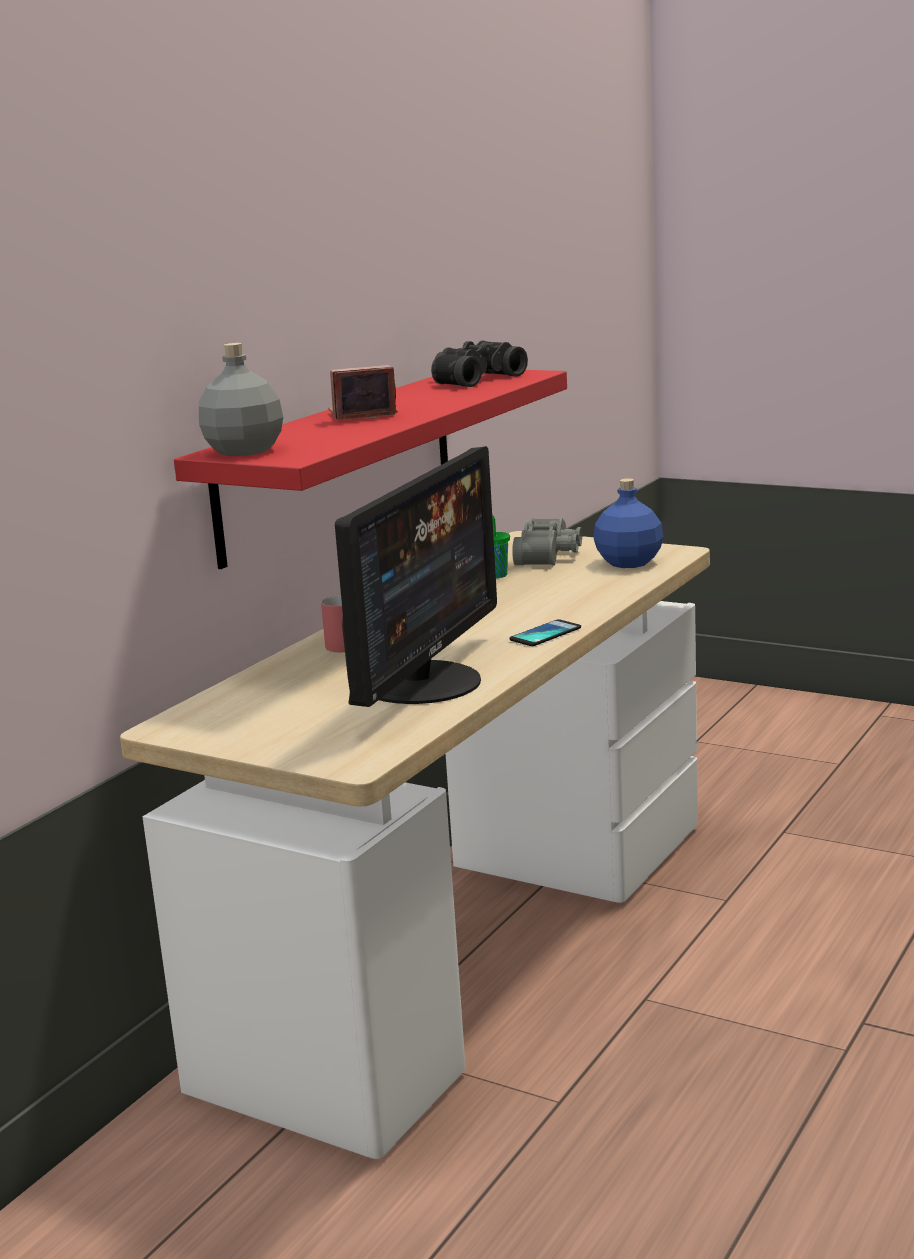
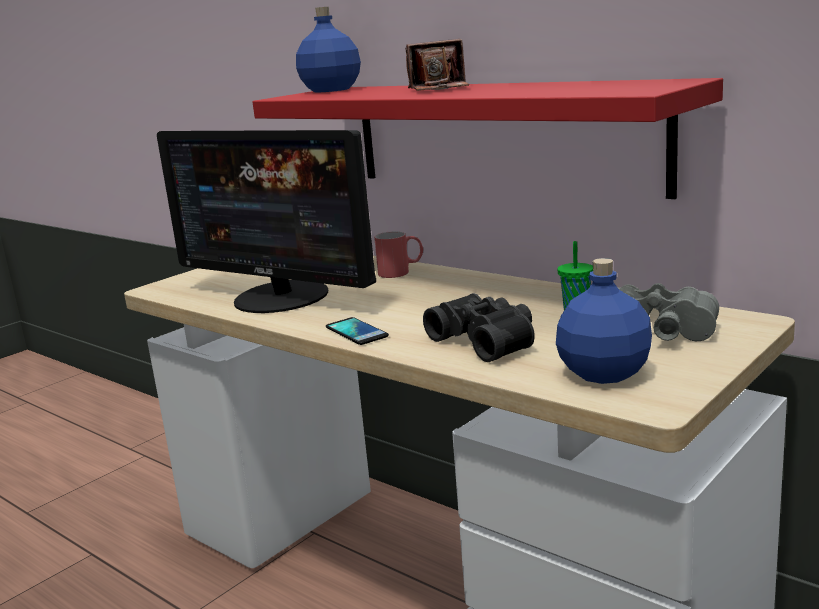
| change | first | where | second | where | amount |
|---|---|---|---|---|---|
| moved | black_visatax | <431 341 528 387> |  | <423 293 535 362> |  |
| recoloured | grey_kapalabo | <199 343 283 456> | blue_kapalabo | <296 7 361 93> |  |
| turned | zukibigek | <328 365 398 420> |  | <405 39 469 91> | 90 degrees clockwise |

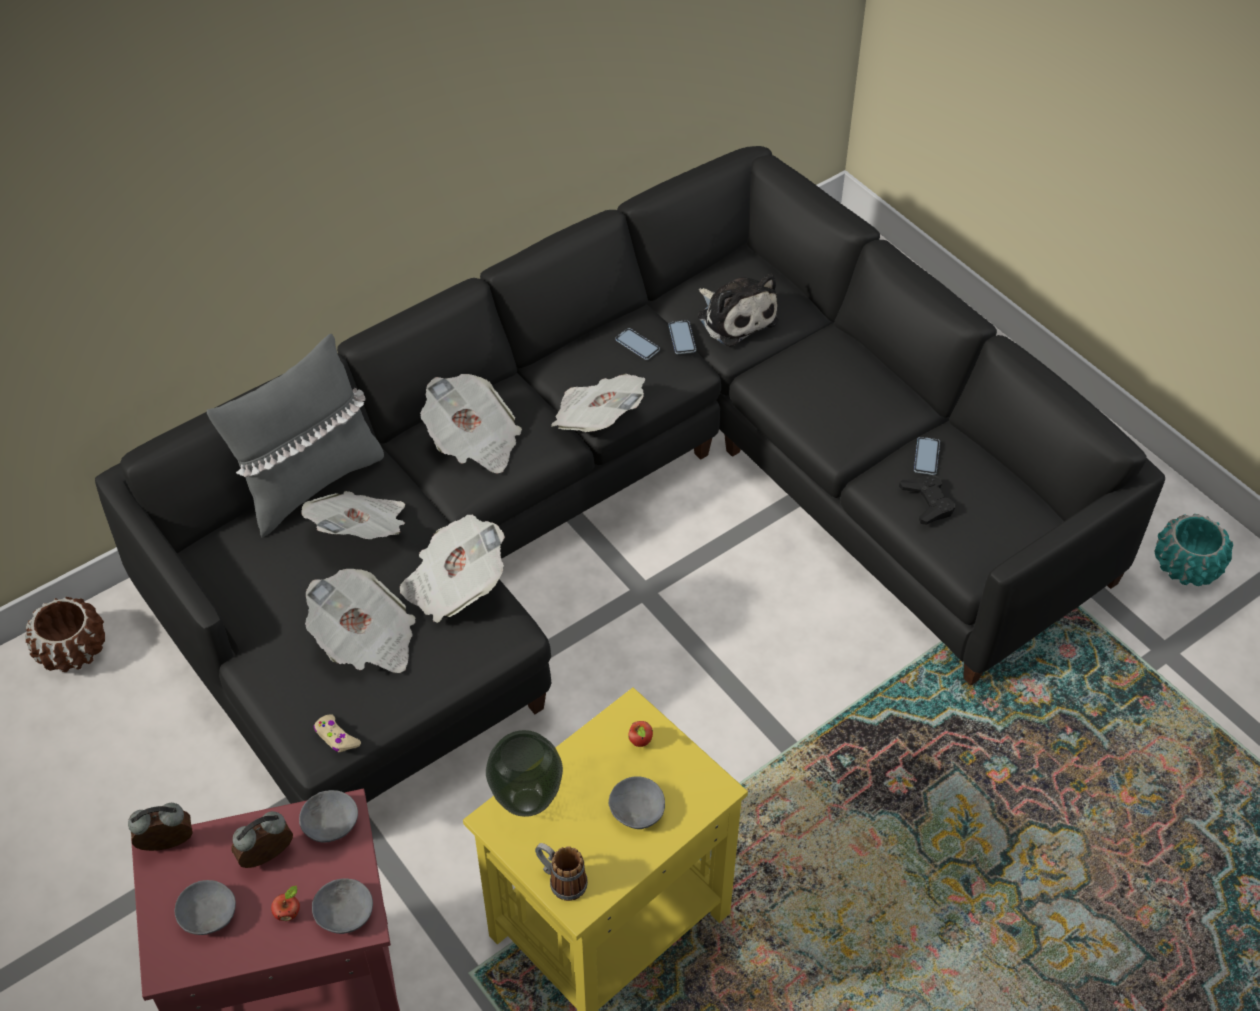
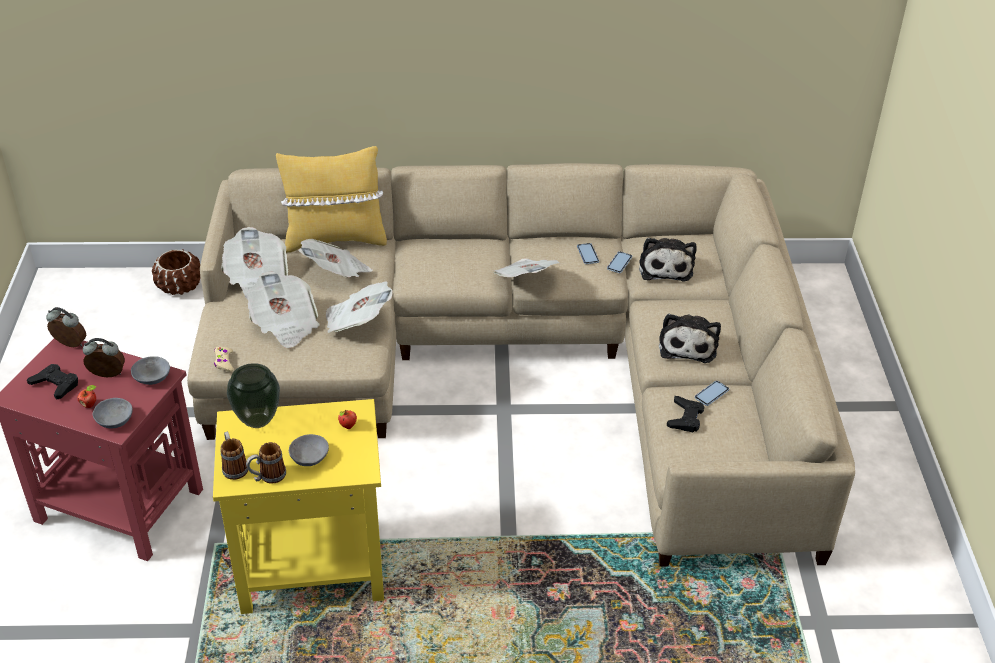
| change | first | where | second | where | amount |
|---|---|---|---|---|---|
| recoloured | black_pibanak | <95 146 1165 804> | beige_pibanak | <187 163 855 567> |  |
| recoloured | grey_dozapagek | <207 334 384 538> | yellow_dozapagek | <276 146 387 253> |  |
| moved | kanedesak | <420 374 522 473> |  | <221 227 288 300> |  |
| removed | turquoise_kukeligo | <1154 514 1233 586> |  |  |  |
| replaced | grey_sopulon | <175 880 236 935> | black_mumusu | <27 364 78 399> |  |
| added |  |  | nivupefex | <659 314 721 363> |  |
| added |  |  | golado | <246 442 286 484> |  |

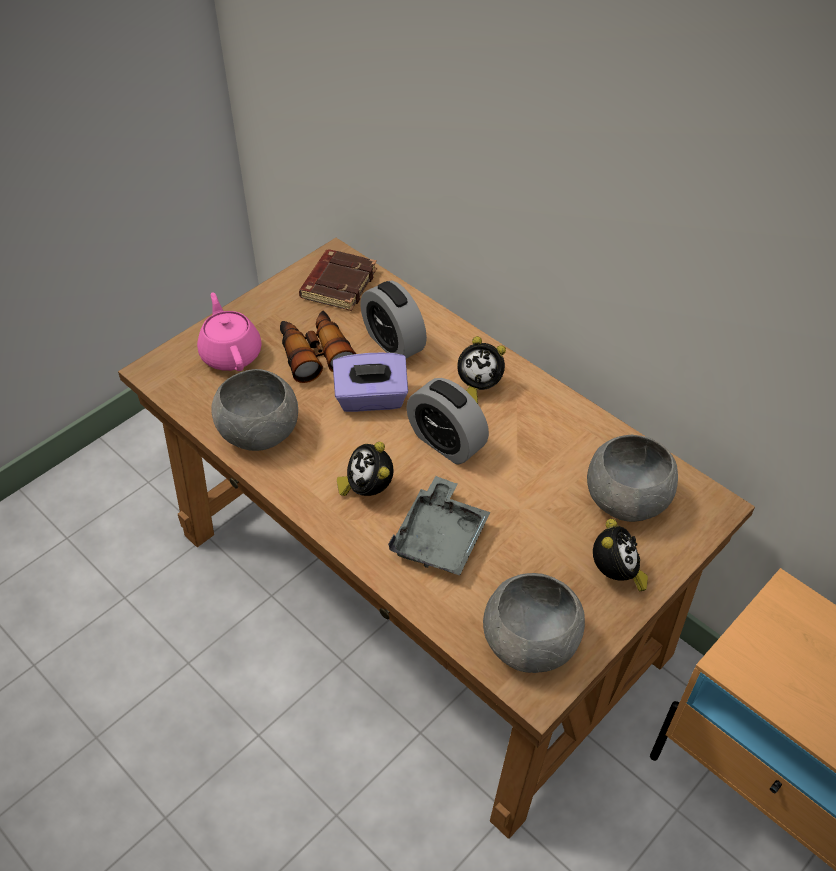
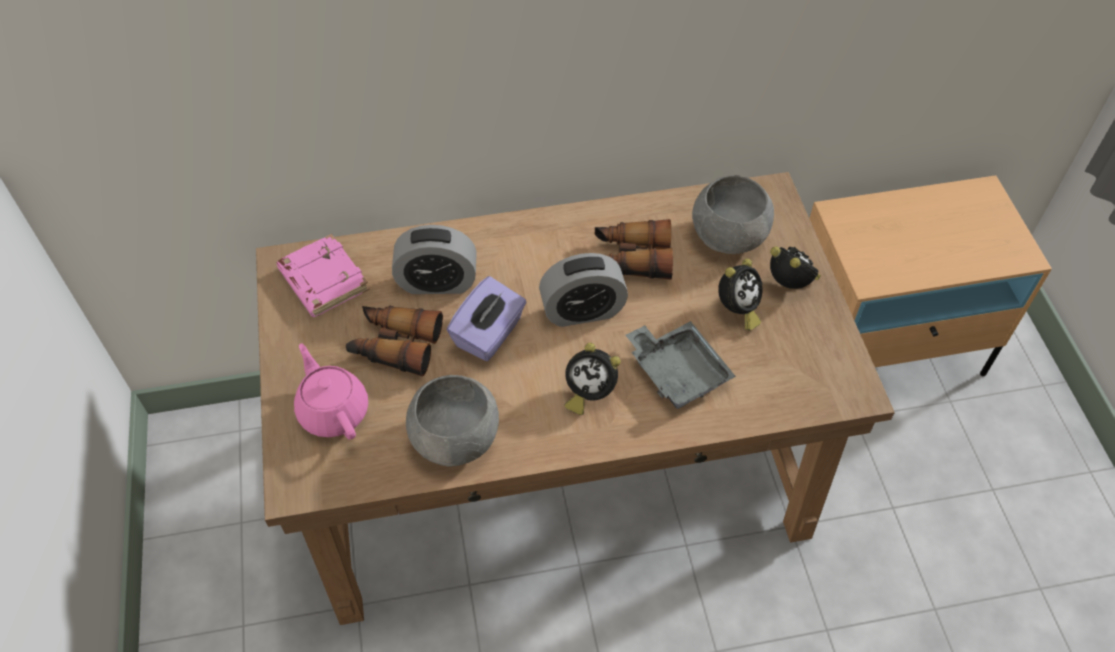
| change | first | where | second | where | amount |
|---|---|---|---|---|---|
| recoloured | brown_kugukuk | <299 250 377 311> | pink_kugukuk | <276 234 370 317> |  |
| turned | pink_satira | <197 292 262 371> |  | <294 344 368 440> | 45 degrees clockwise |
| moved | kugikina | <457 336 506 404> |  | <718 258 762 330> |  |
| removed | grey_sopulon | <483 573 585 673> |  |  |  |
| added |  |  | visatax | <595 219 673 280> |  |

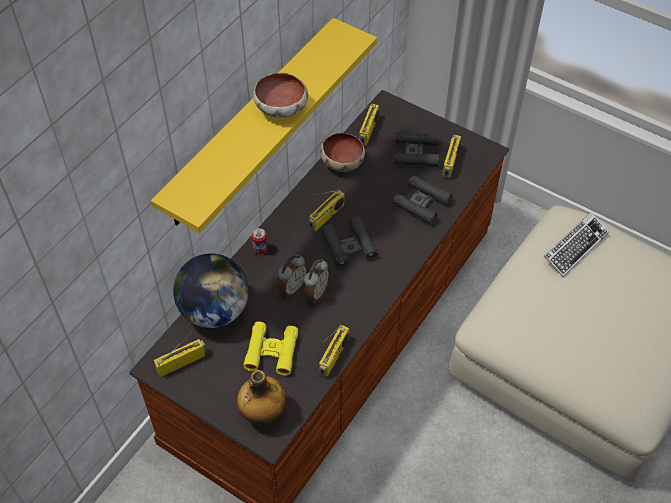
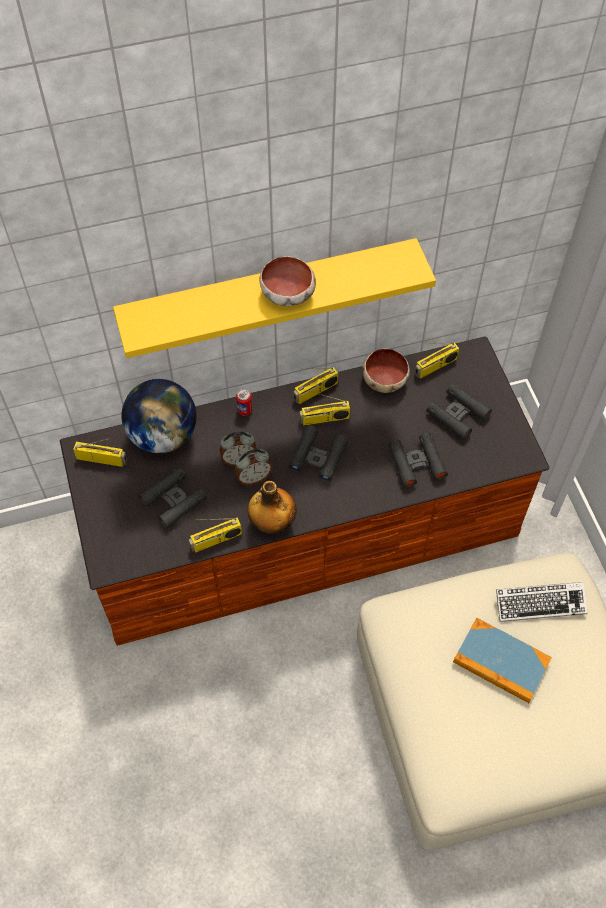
| change | first | where | second | where | amount |
|---|---|---|---|---|---|
| moved | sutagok | <442 134 461 178> |  | <293 367 338 404> |  |
| recoloured | yellow_visatax | <243 322 298 376> | black_visatax | <138 467 207 529> |  |
| moved | kapalabo | <237 370 287 424> |  | <248 481 297 534> |  |
| added |  |  | kugukuk | <453 618 552 703> |  |

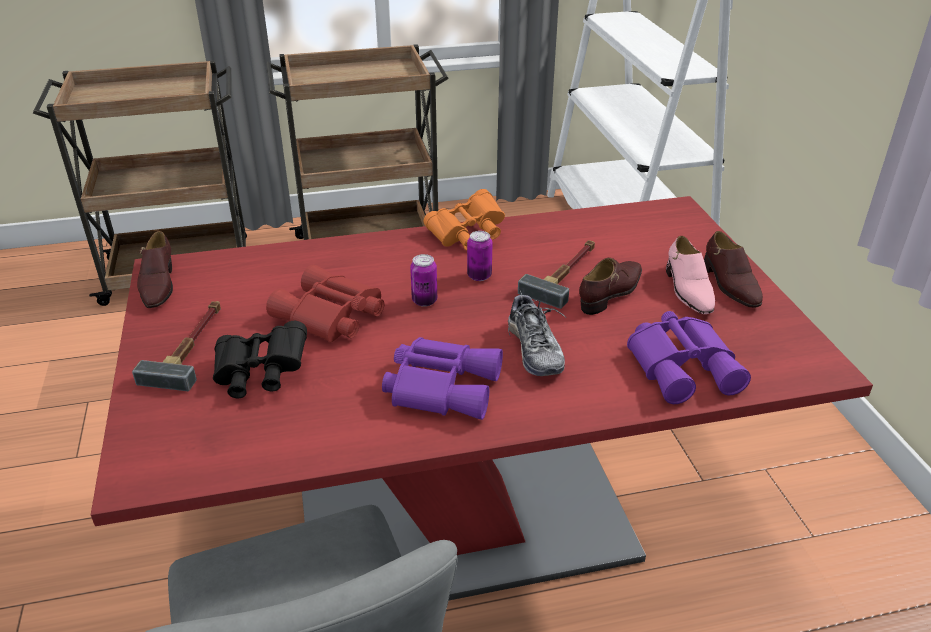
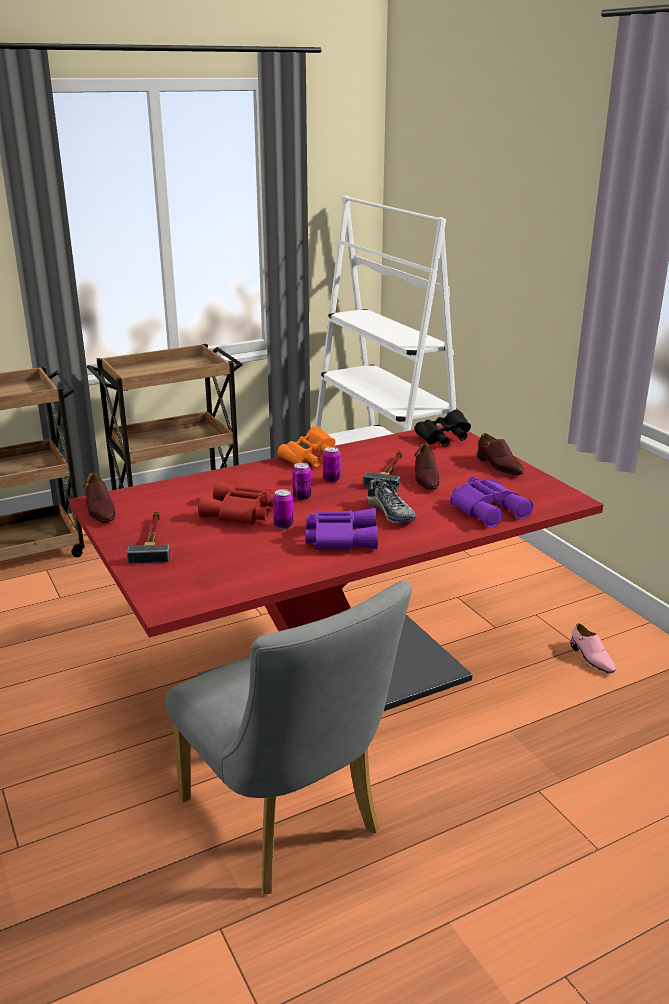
| change | first | where | second | where | amount |
|---|---|---|---|---|---|
| moved | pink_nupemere | <666 236 715 314> |  | <571 623 615 674> |  |
| turned | brown_nupemere | <579 258 642 315> |  | <414 443 439 490> | 150 degrees clockwise |
| moved | black_visatax | <213 321 307 398> |  | <414 410 471 447> |  |
| added |  |  | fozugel | <273 489 293 529> |  |

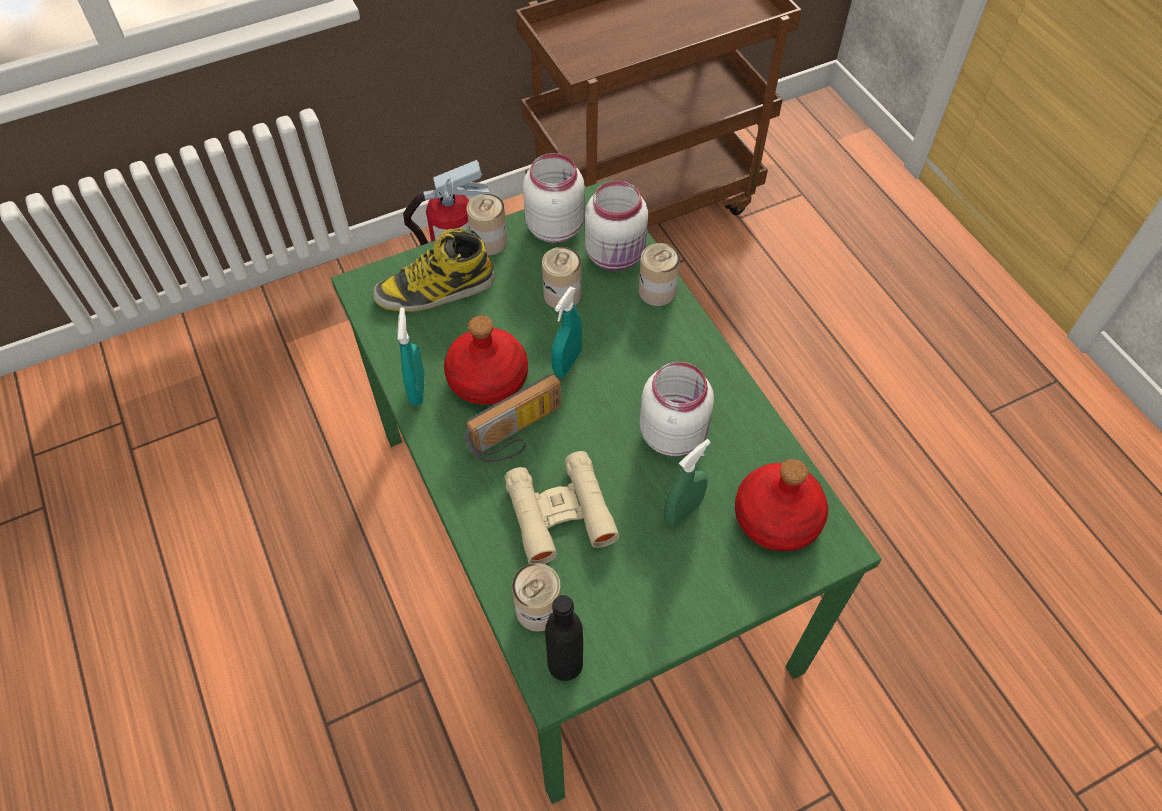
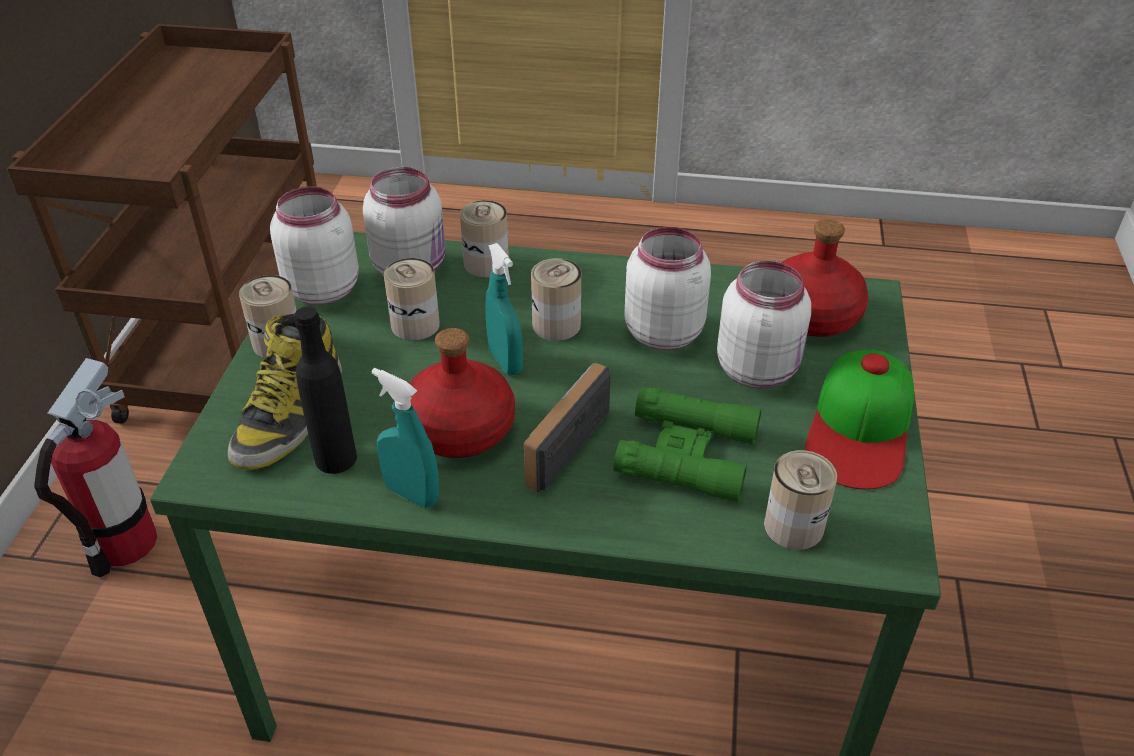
| change | first | where | second | where | amount |
|---|---|---|---|---|---|
| turned | sutagok | <465 374 561 462> |  | <524 362 611 493> | 150 degrees counterclockwise |
| replaced | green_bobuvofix | <664 439 711 526> | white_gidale | <717 261 811 389> |  |
| recoloured | beige_visatax | <505 451 620 564> | green_visatax | <613 387 761 502> |  |
| moved | black_kapalabo | <545 595 583 681> |  | <294 307 357 474> |  |
| added |  |  | fozugel | <531 258 581 341> |  |
| added |  |  | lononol | <805 349 914 489> |  |

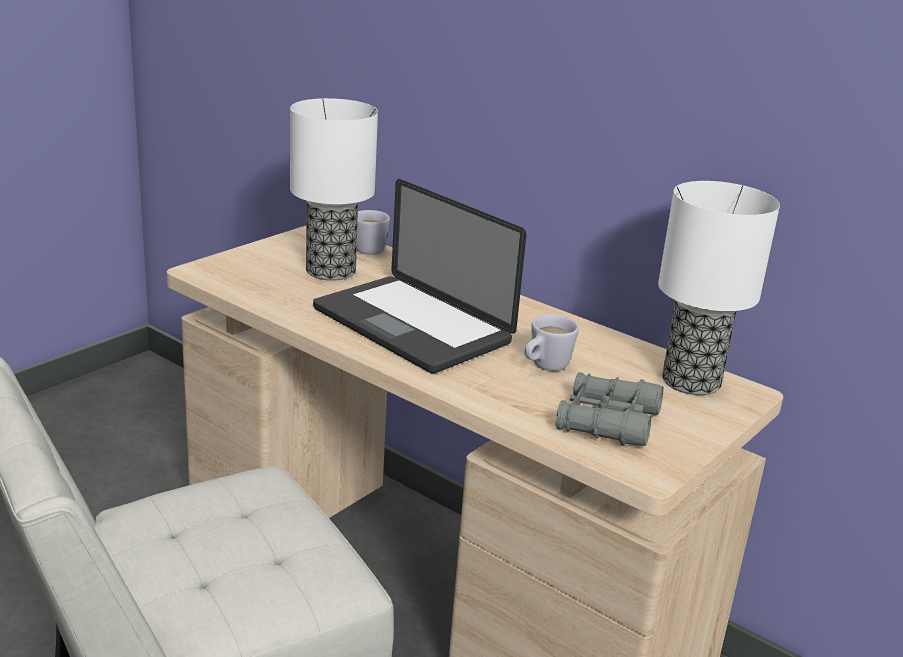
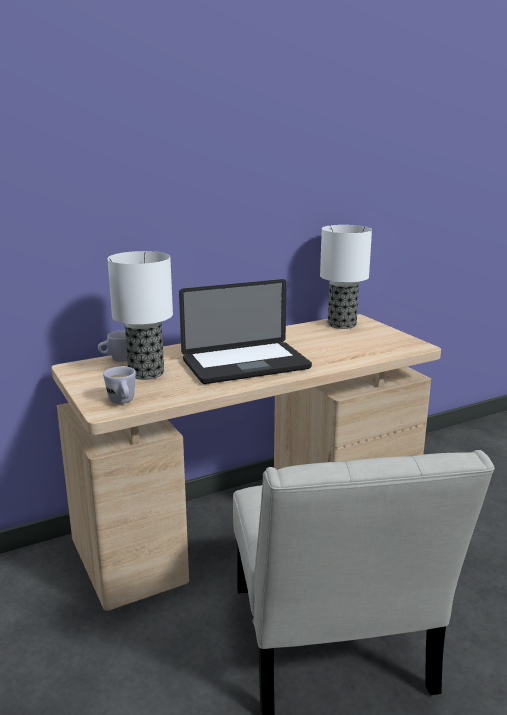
| change | first | where | second | where | amount |
|---|---|---|---|---|---|
| moved | white_golado | <525 315 579 371> |  | <103 366 136 404> |  |
| removed | grey_visatax | <556 372 664 447> |  |  |  |

